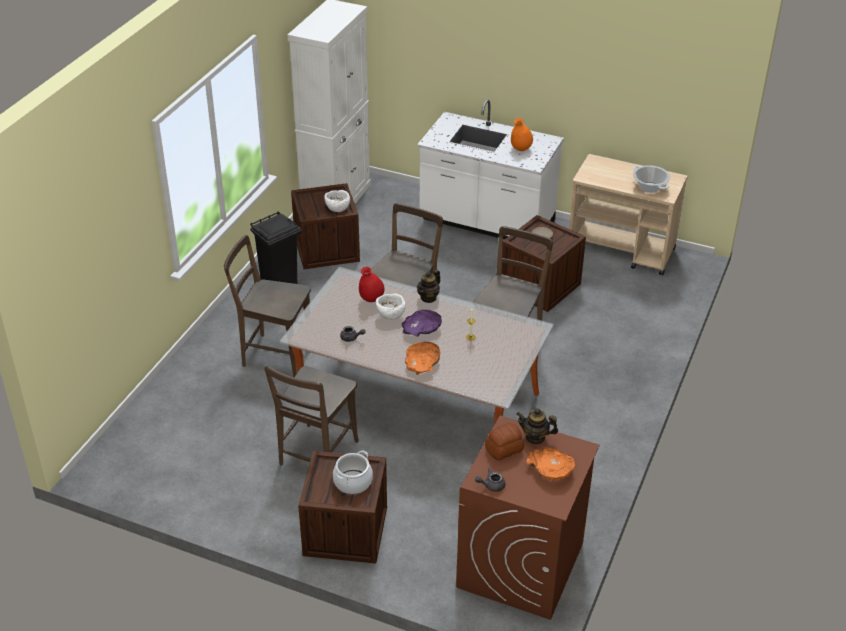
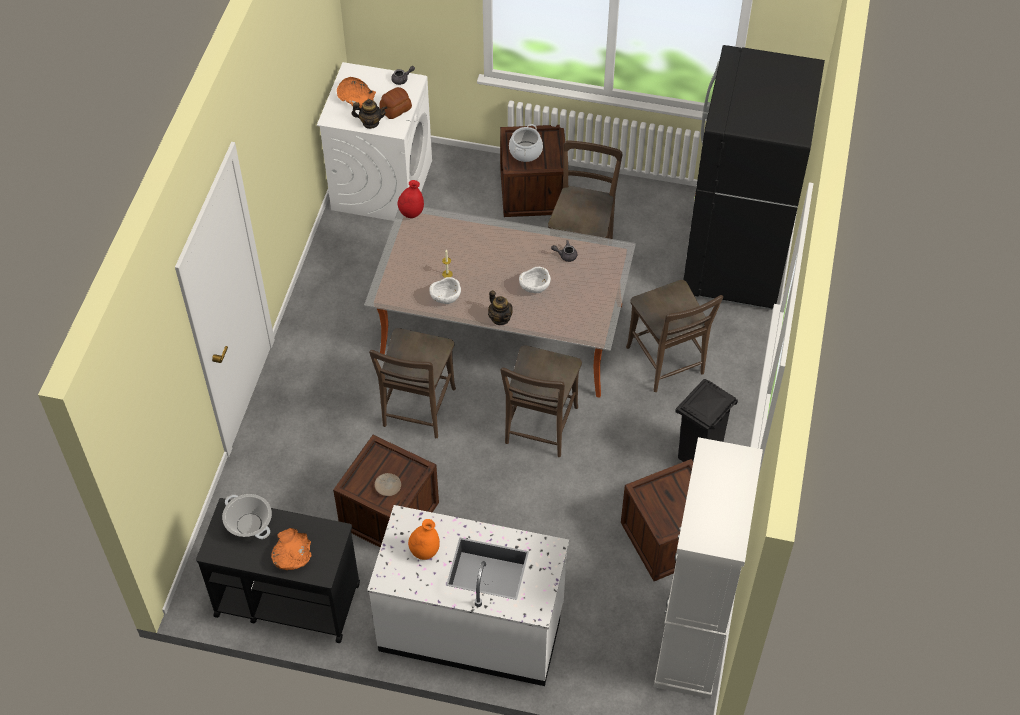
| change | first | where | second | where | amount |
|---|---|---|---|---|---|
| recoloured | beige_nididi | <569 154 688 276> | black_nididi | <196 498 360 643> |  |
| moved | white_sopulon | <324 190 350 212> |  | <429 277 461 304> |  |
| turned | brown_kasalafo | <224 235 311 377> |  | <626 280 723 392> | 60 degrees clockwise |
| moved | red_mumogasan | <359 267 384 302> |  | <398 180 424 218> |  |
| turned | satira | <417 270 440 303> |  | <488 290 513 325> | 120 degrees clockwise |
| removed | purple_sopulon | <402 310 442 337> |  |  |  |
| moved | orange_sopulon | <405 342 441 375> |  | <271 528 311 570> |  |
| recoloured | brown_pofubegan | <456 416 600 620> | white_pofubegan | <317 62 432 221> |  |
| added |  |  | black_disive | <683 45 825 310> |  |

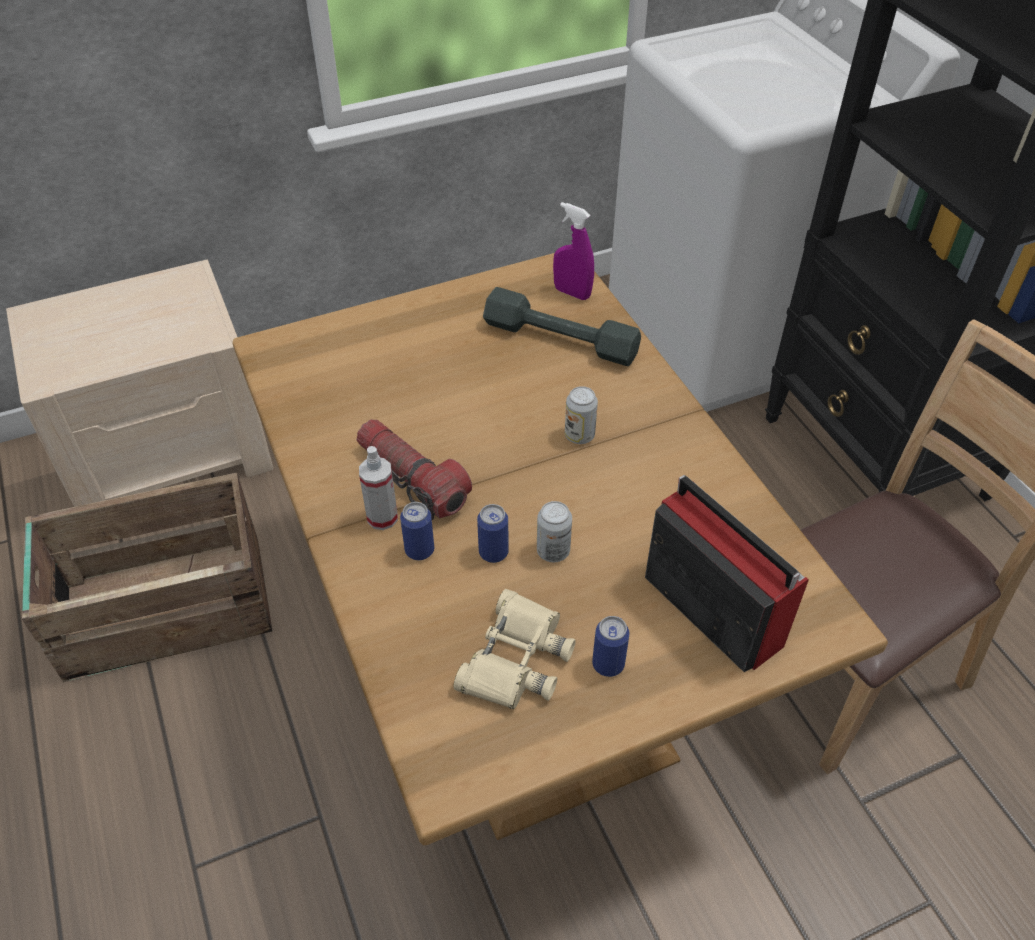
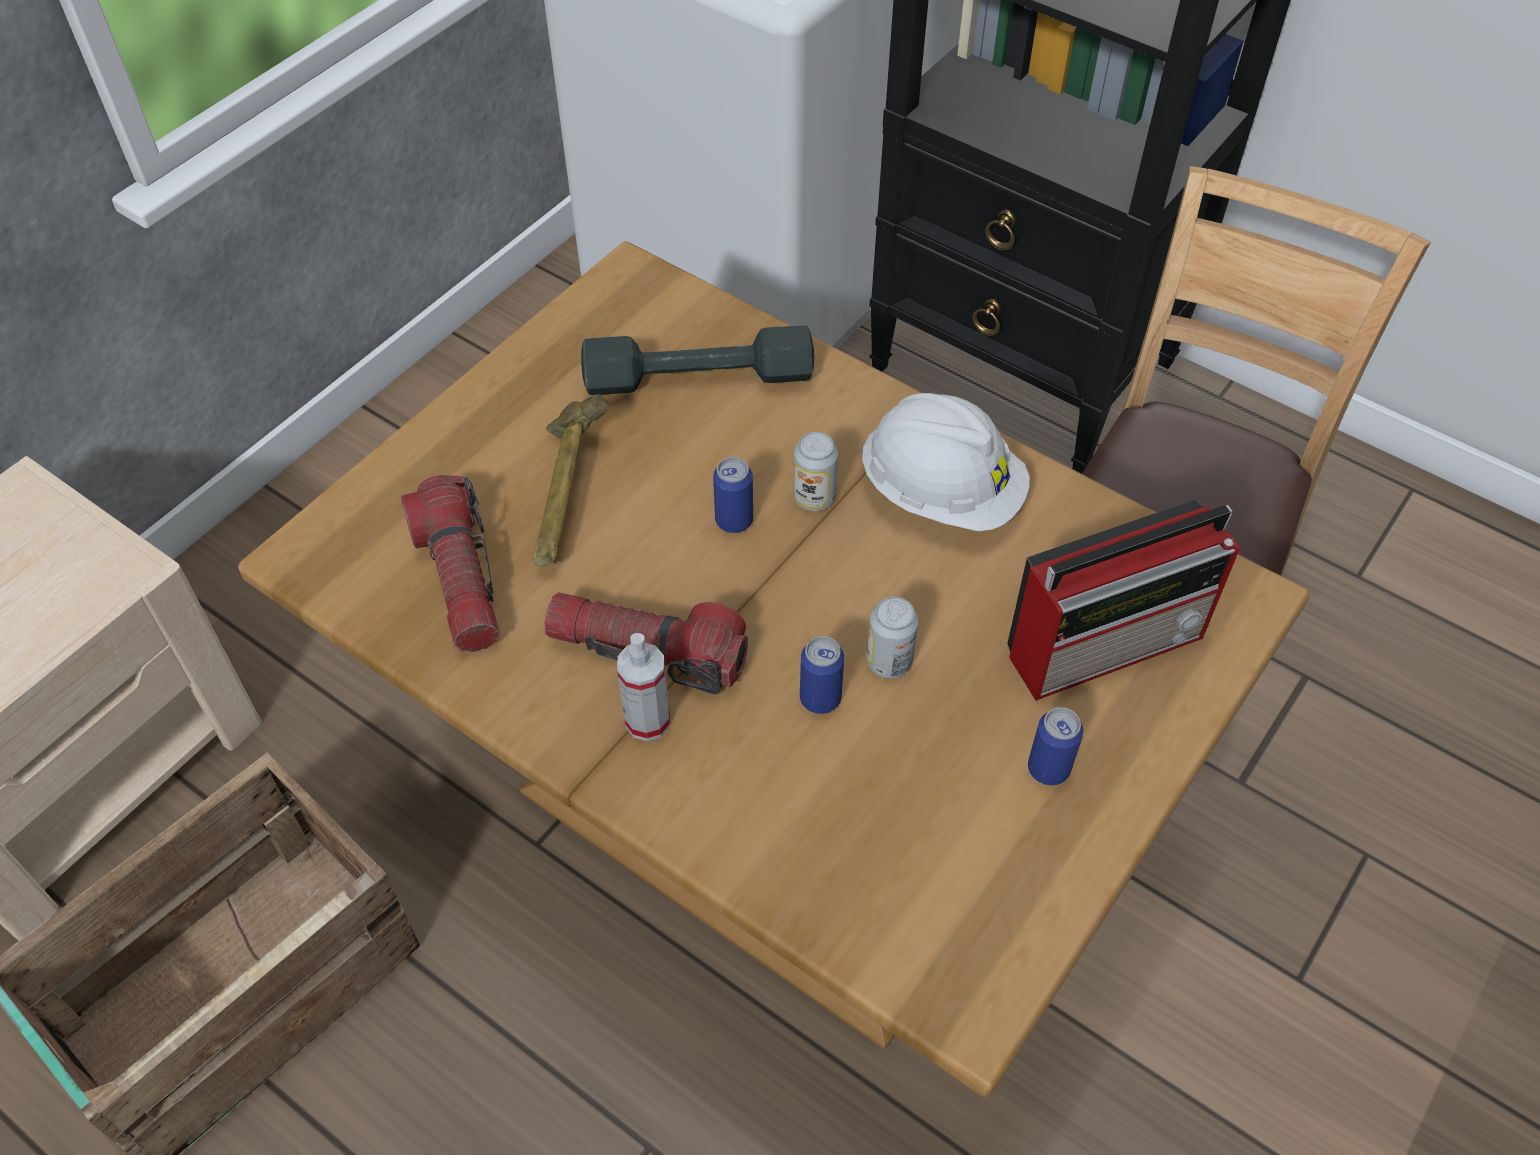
| change | first | where | second | where | amount |
|---|---|---|---|---|---|
| removed | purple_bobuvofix | <553 202 594 300> |  |  |  |
| turned | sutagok | <645 475 809 672> |  | <1007 499 1240 701> | 135 degrees clockwise |
| moved | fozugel | <400 502 434 560> |  | <713 457 753 533> |  |
| removed | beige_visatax | <453 589 576 709> |  |  |  |
| added |  |  | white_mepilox | <861 393 1030 531> |  |
| added |  |  | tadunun | <533 394 608 567> |  |
| added |  |  | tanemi | <401 475 500 652> |  |

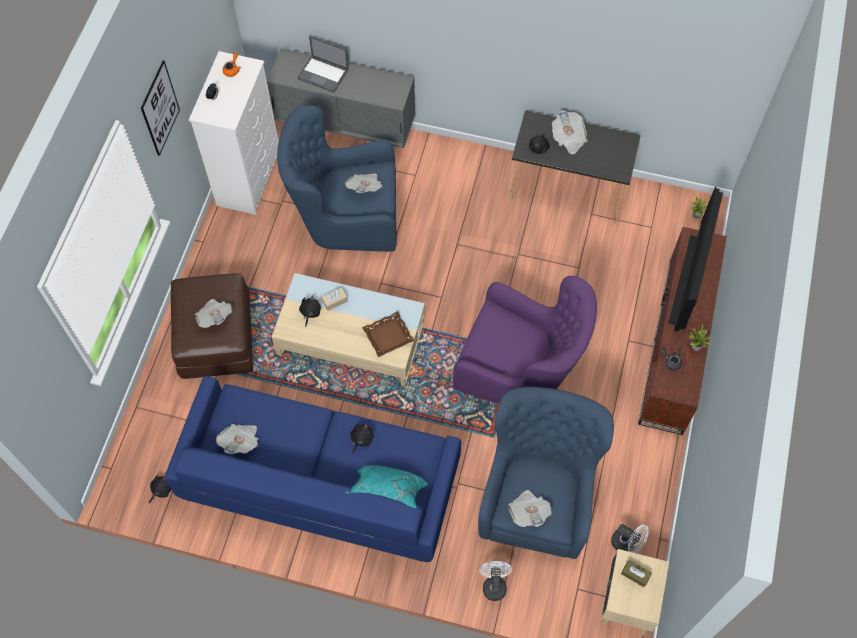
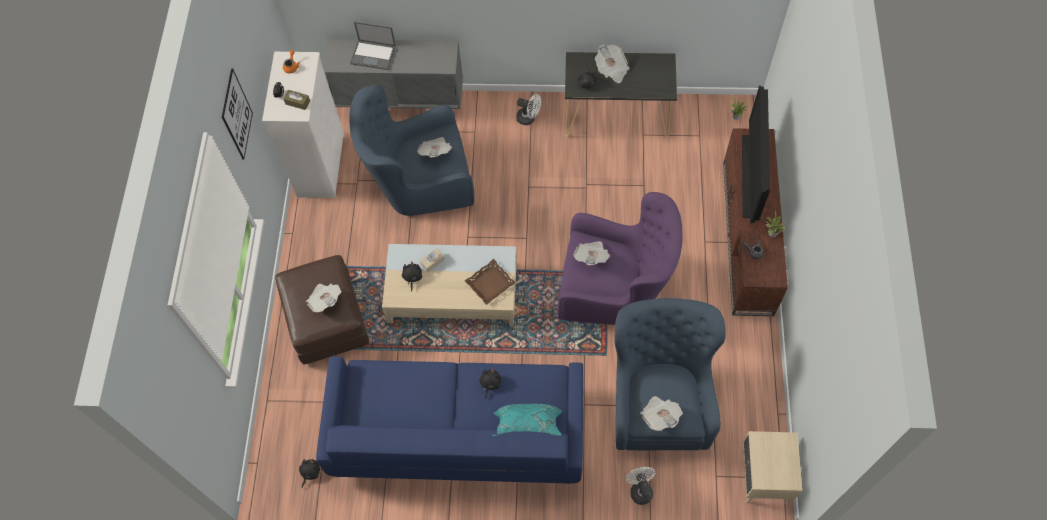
| change | first | where | second | where | amount |
|---|---|---|---|---|---|
| moved | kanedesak | <216 424 259 454> |  | <573 241 610 265> |  |
| moved | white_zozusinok | <611 524 649 553> |  | <516 94 541 125> |  |
| moved | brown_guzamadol | <621 560 652 587> |  | <283 90 310 110> |  |

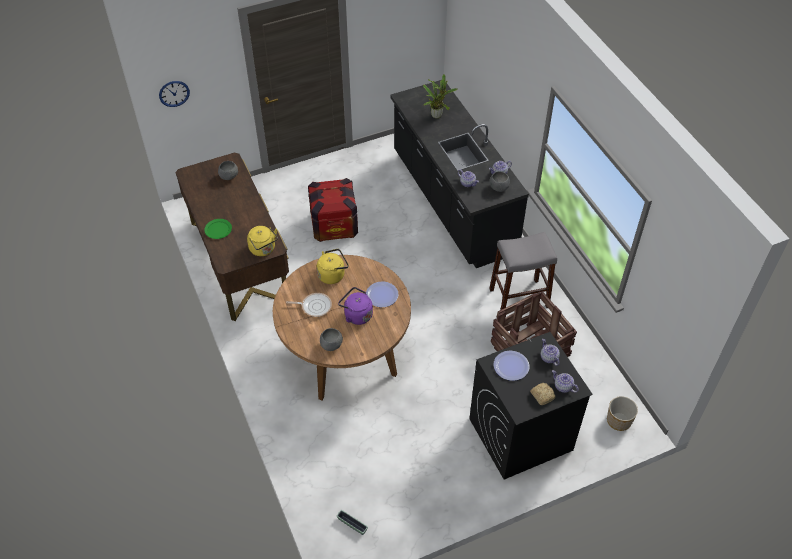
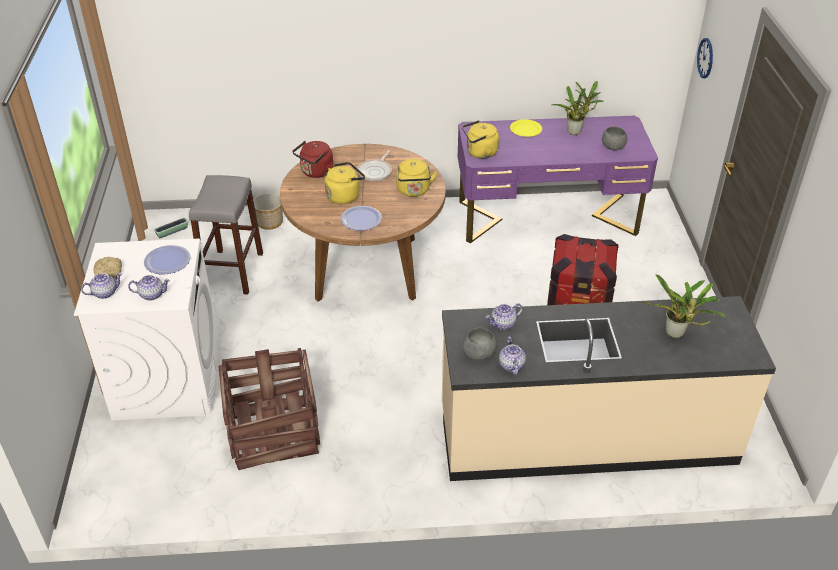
| change | first | where | second | where | amount |
|---|---|---|---|---|---|
| recoloured | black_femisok | <390 80 529 268> | beige_femisok | <442 296 776 481> |  |
| recoloured | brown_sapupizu | <175 152 289 321> | purple_sapupizu | <458 116 658 244> |  |
| recoloured | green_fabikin | <204 219 232 239> | yellow_fabikin | <510 119 542 137> |  |
| moved | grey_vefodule | <489 232 557 310> |  | <189 175 263 294> |  |
| recoloured | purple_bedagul | <338 287 373 325> | yellow_bedagul | <325 162 365 204> |  |
| replaced | grey_sopulon | <320 328 343 351> | red_bedagul | <292 141 334 178> |  |
| recoloured | black_pofubegan | <469 332 593 479> | white_pofubegan | <74 239 220 420> |  |
| moved | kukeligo | <607 396 638 431> |  | <253 193 283 230> |  |
| added |  |  | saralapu | <551 81 603 135> |  |

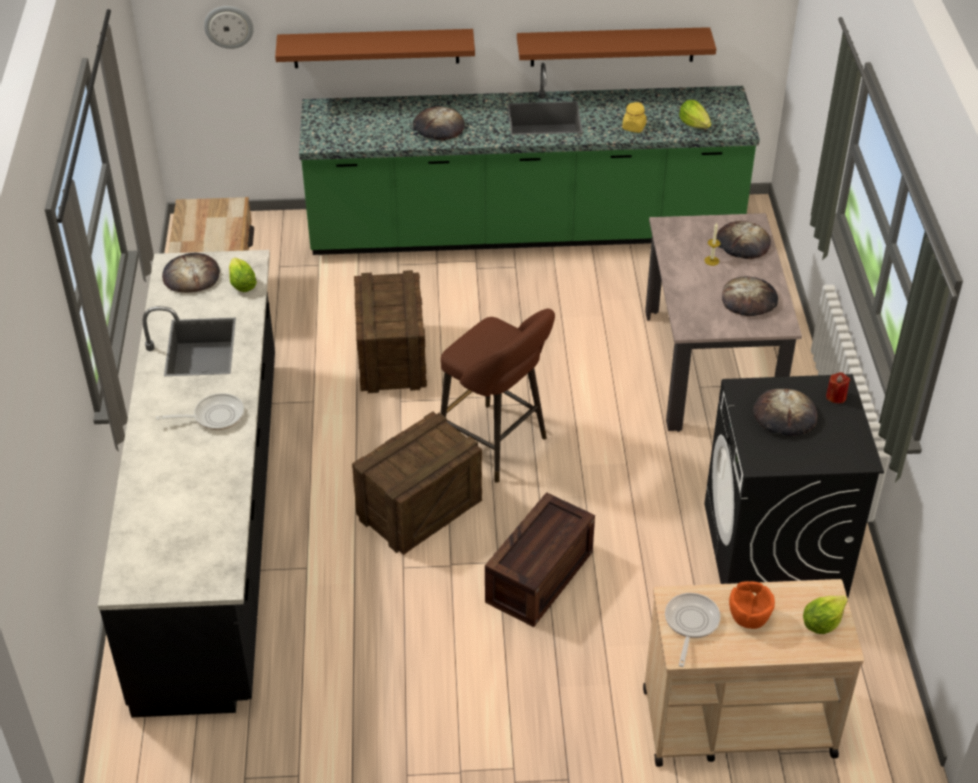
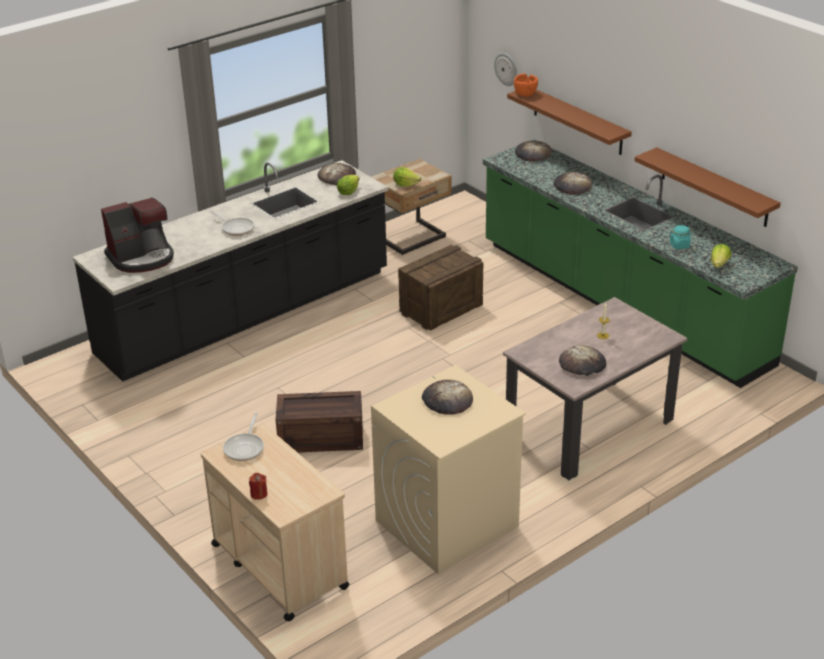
| change | first | where | second | where | amount |
|---|---|---|---|---|---|
| recoloured | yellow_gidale | <622 102 647 133> | turquoise_gidale | <670 225 691 249> |  |
| moved | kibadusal | <716 221 771 259> |  | <515 141 552 162> |  |
| removed | brown_vefodule | <441 309 555 483> |  |  |  |
| moved | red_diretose | <826 372 850 403> |  | <249 473 267 500> |  |
| recoloured | black_pofubegan | <704 374 884 598> | beige_pofubegan | <371 365 526 574> |  |
| removed | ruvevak | <352 411 482 555> |  |  |  |
| moved | orange_sopulon | <729 581 775 629> |  | <514 74 538 96> |  |
| turned | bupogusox | <665 593 721 667> |  | <223 412 264 461> | 120 degrees clockwise |
| moved | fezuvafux | <803 595 848 634> |  | <393 167 421 187> |  |
| added |  |  | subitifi | <101 198 174 273> |  |

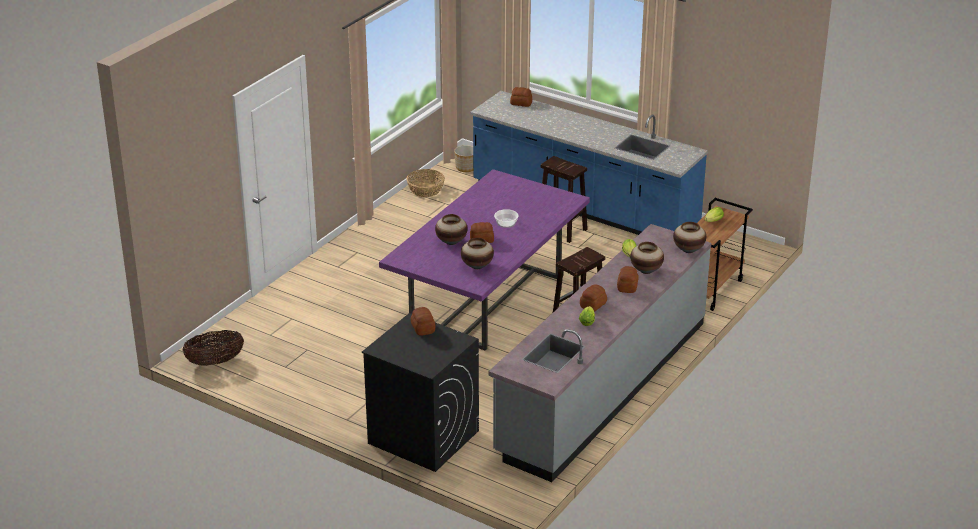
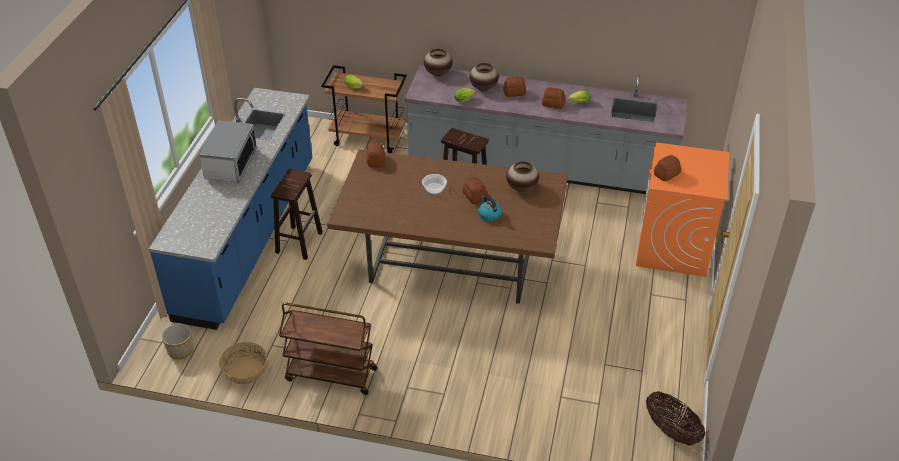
| change | first | where | second | where | amount |
|---|---|---|---|---|---|
| moved | kibadusal | <510 87 532 107> |  | <366 142 385 167> |  |
| recoloured | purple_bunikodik | <379 169 590 351> | brown_bunikodik | <327 150 568 304> |  |
| replaced | mumogasan | <435 214 468 245> | bedagul | <478 196 502 221> |  |
| recoloured | black_pofubegan | <362 313 479 472> | orange_pofubegan | <636 142 729 277> |  |
| added |  |  | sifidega | <199 121 257 183> |  |
| added |  |  | brown_nididi | <279 302 377 395> |  |

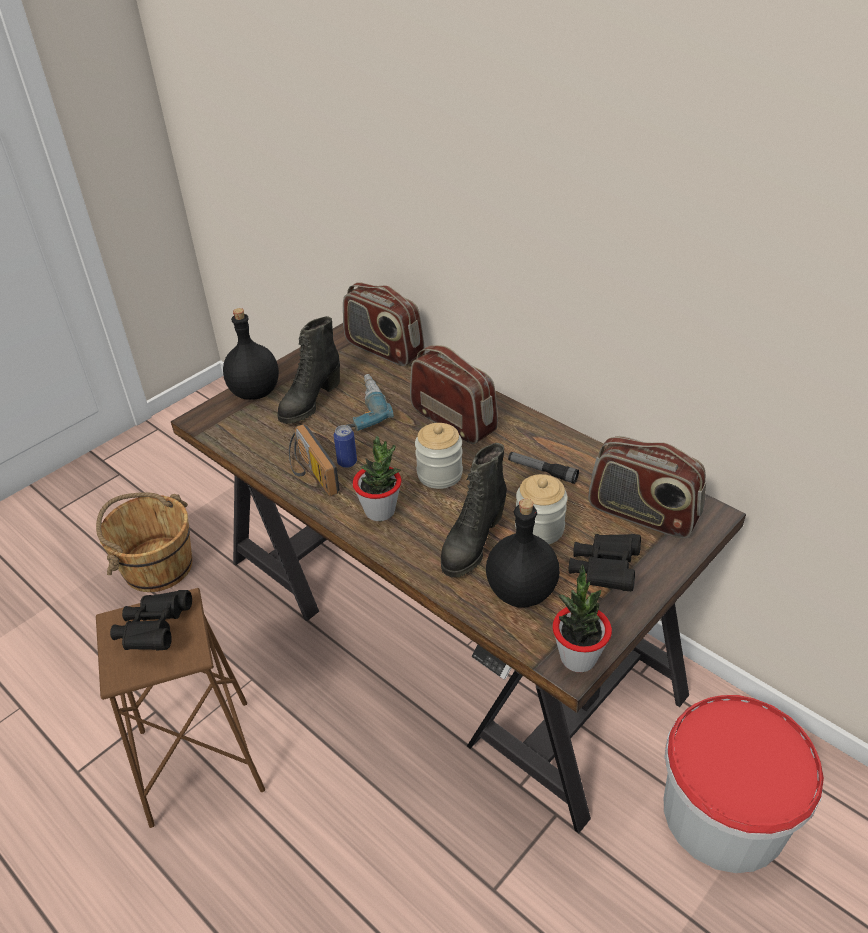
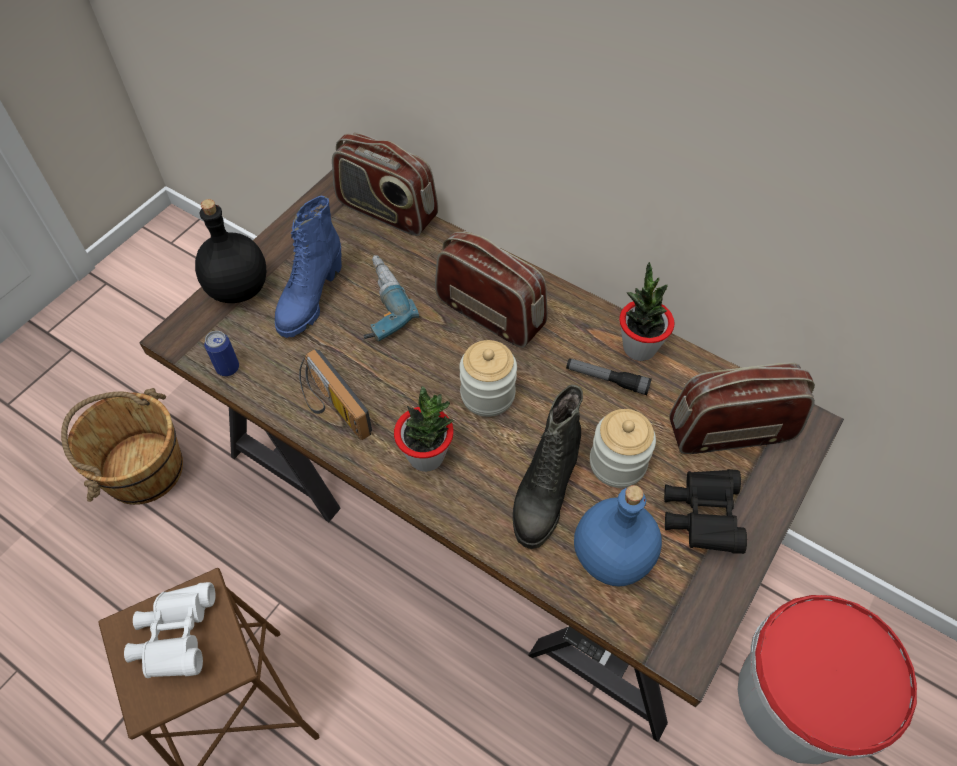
| change | first | where | second | where | amount |
|---|---|---|---|---|---|
| recoloured | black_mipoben | <277 316 340 424> | blue_mipoben | <275 196 342 338> |  |
| moved | fozugel | <334 425 357 468> |  | <204 331 239 376> |  |
| turned | sutagok | <588 436 706 539> |  | <669 363 815 454> | 150 degrees clockwise |
| recoloured | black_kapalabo | <486 499 560 608> | blue_kapalabo | <574 485 662 586> |  |
| moved | saralapu | <553 565 612 672> |  | <619 262 674 361> |  |
| recoloured | black_visatax | <110 590 192 651> | white_visatax | <124 582 216 678> |  |

